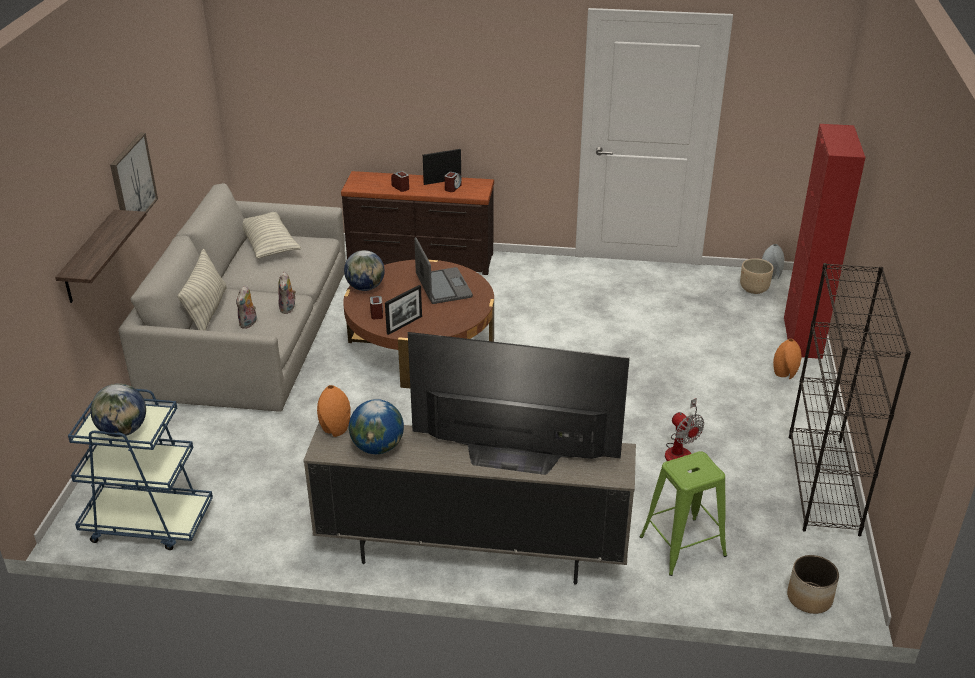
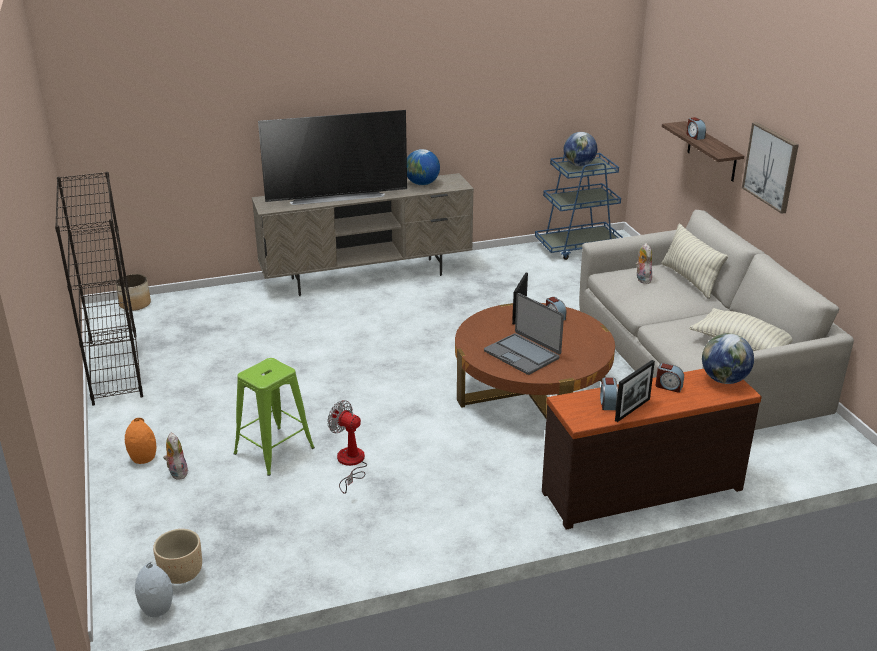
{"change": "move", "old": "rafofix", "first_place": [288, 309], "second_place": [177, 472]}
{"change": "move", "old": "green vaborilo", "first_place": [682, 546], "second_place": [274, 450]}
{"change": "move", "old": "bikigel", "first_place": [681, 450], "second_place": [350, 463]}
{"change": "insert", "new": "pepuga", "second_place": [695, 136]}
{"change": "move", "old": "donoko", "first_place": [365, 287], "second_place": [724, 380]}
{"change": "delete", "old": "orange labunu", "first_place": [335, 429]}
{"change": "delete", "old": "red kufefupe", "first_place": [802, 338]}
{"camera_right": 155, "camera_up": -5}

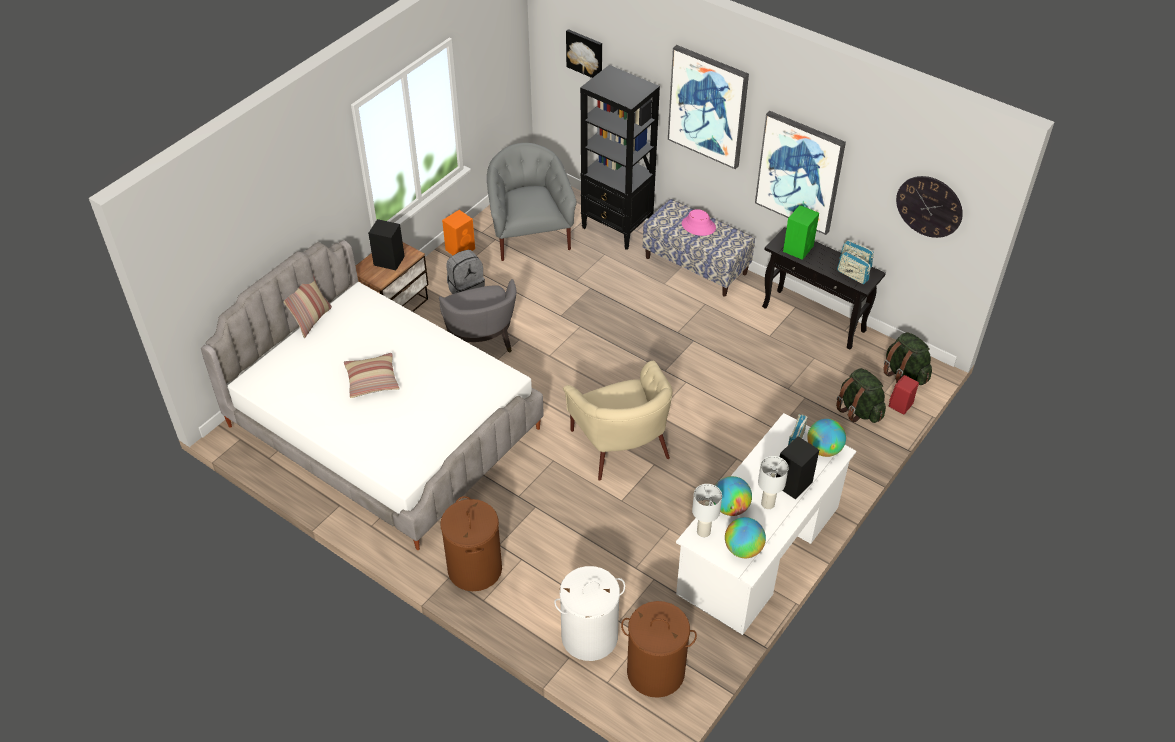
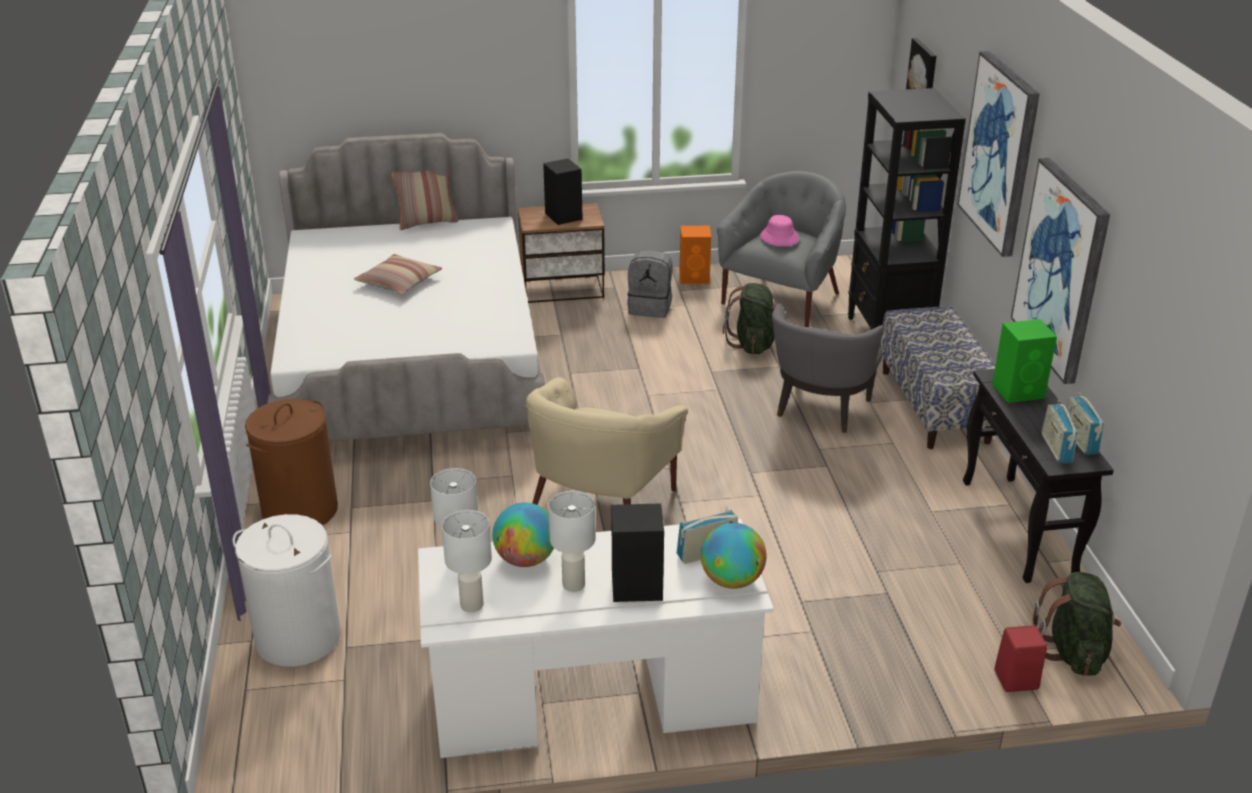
{"change": "replace", "old": "donoko", "new": "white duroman", "first_place": [743, 549], "second_place": [472, 604]}
{"change": "move", "old": "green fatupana", "first_place": [859, 410], "second_place": [753, 344]}
{"change": "move", "old": "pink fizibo", "first_place": [698, 226], "second_place": [779, 238]}
{"change": "move", "old": "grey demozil", "first_place": [481, 343], "second_place": [820, 409]}
{"change": "delete", "old": "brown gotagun", "first_place": [655, 672]}
{"change": "delete", "old": "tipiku", "first_place": [929, 206]}
{"camera_right": 45, "camera_up": -15}

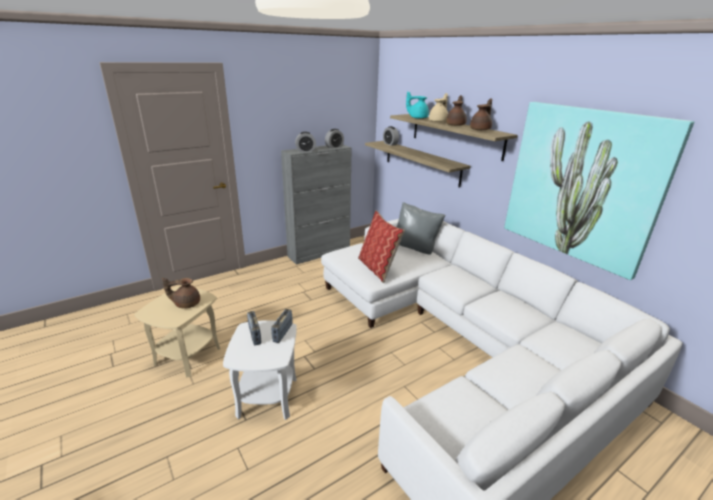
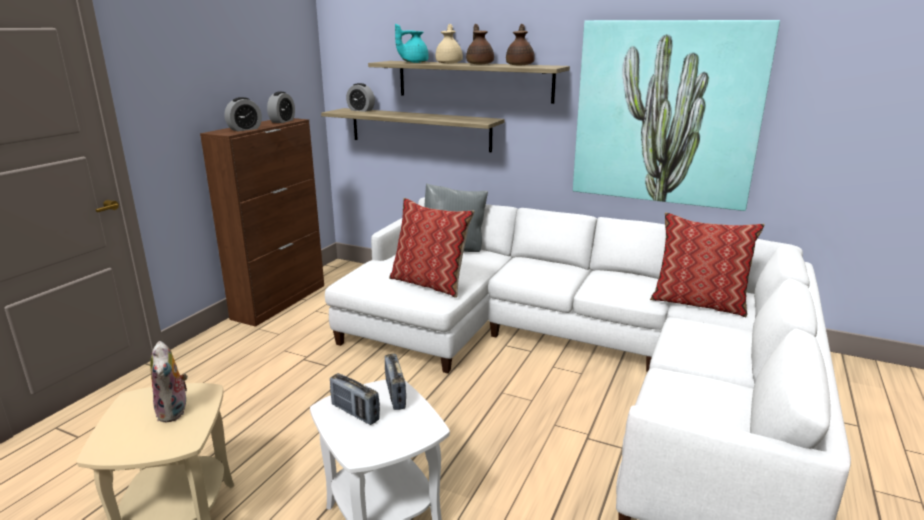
{"change": "replace", "old": "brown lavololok", "new": "rafofix", "first_place": [186, 303], "second_place": [174, 412]}
{"change": "recolor", "old": "grey kufefupe", "new": "brown kufefupe", "first_place": [319, 253], "second_place": [280, 301]}
{"change": "insert", "new": "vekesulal", "second_place": [698, 303]}
{"camera_right": -30, "camera_up": -5}

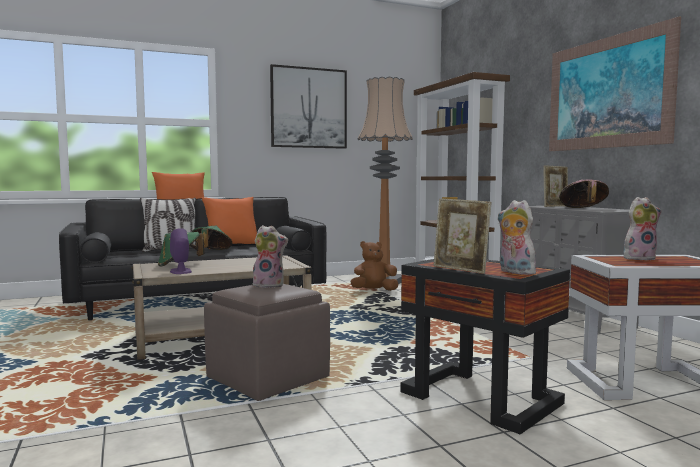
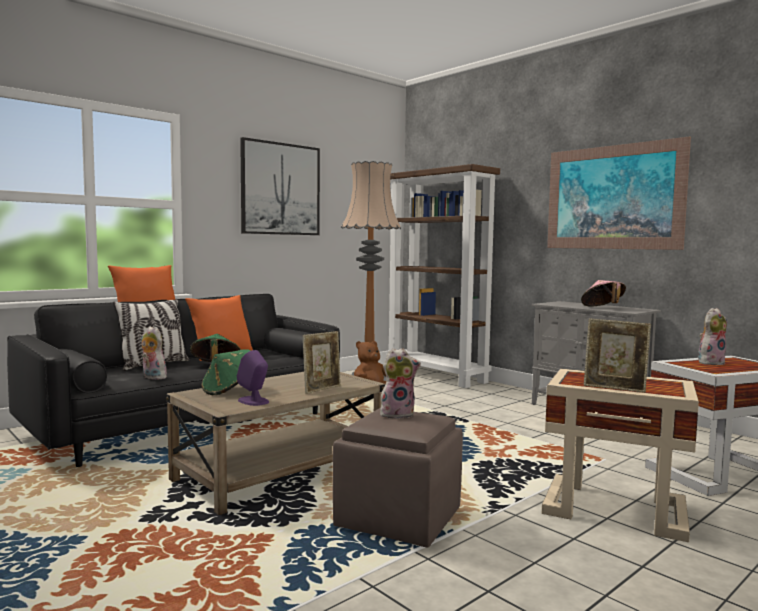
{"change": "move", "old": "rafofix", "first_place": [514, 272], "second_place": [152, 377]}
{"change": "move", "old": "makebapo", "first_place": [555, 206], "second_place": [322, 389]}
{"change": "recolor", "old": "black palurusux", "new": "beige palurusux", "first_place": [481, 398], "second_place": [616, 509]}
{"camera_right": -20, "camera_up": 0}

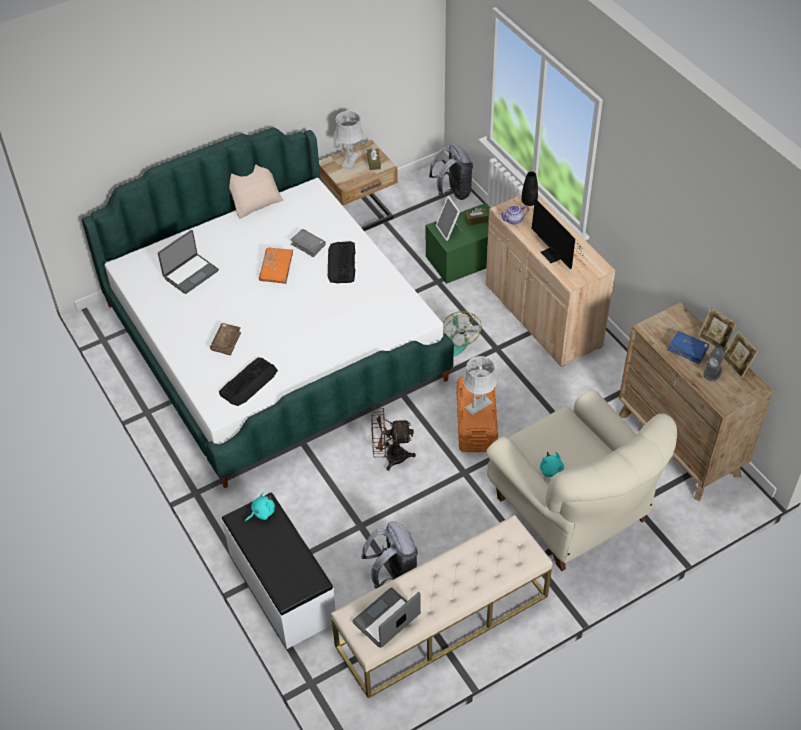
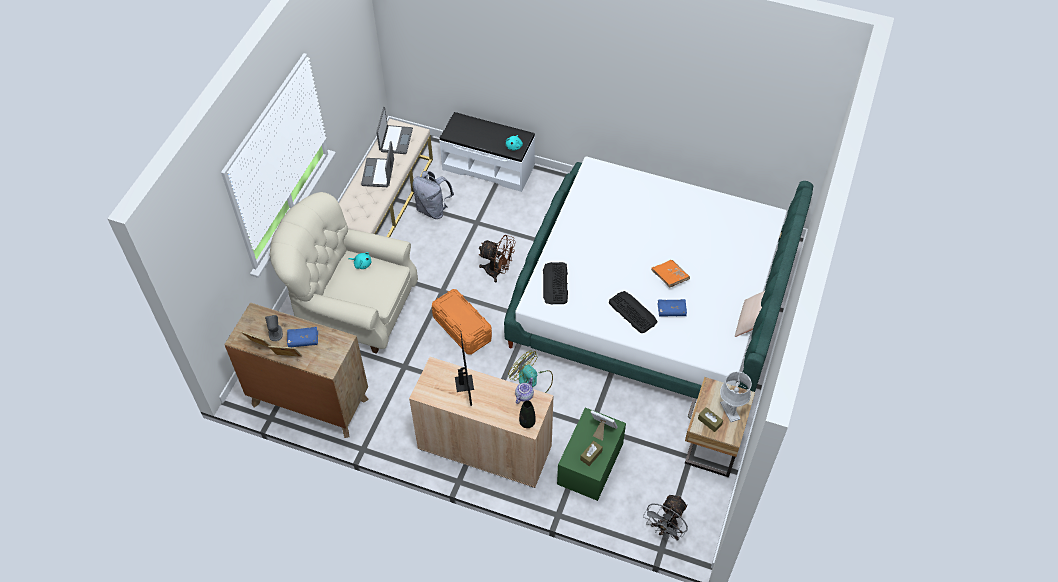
{"change": "move", "old": "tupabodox", "first_place": [190, 274], "second_place": [379, 173]}
{"change": "rotate", "old": "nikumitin", "first_place": [554, 257], "second_place": [464, 380], "degrees": 60}
{"change": "rotate", "old": "brown bikigel", "first_place": [390, 457], "second_place": [498, 271], "degrees": 60}
{"change": "move", "old": "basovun", "first_place": [249, 382], "second_place": [555, 283]}
{"change": "replace", "old": "grey fatupana", "new": "grey bikigel", "first_place": [453, 192], "second_place": [665, 530]}
{"change": "recolor", "old": "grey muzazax", "new": "blue muzazax", "first_place": [308, 245], "second_place": [671, 310]}
{"change": "delete", "old": "brown muzazax", "first_place": [226, 342]}
{"change": "delete", "old": "grey duroman", "first_place": [478, 405]}
{"camera_right": 140, "camera_up": 5}

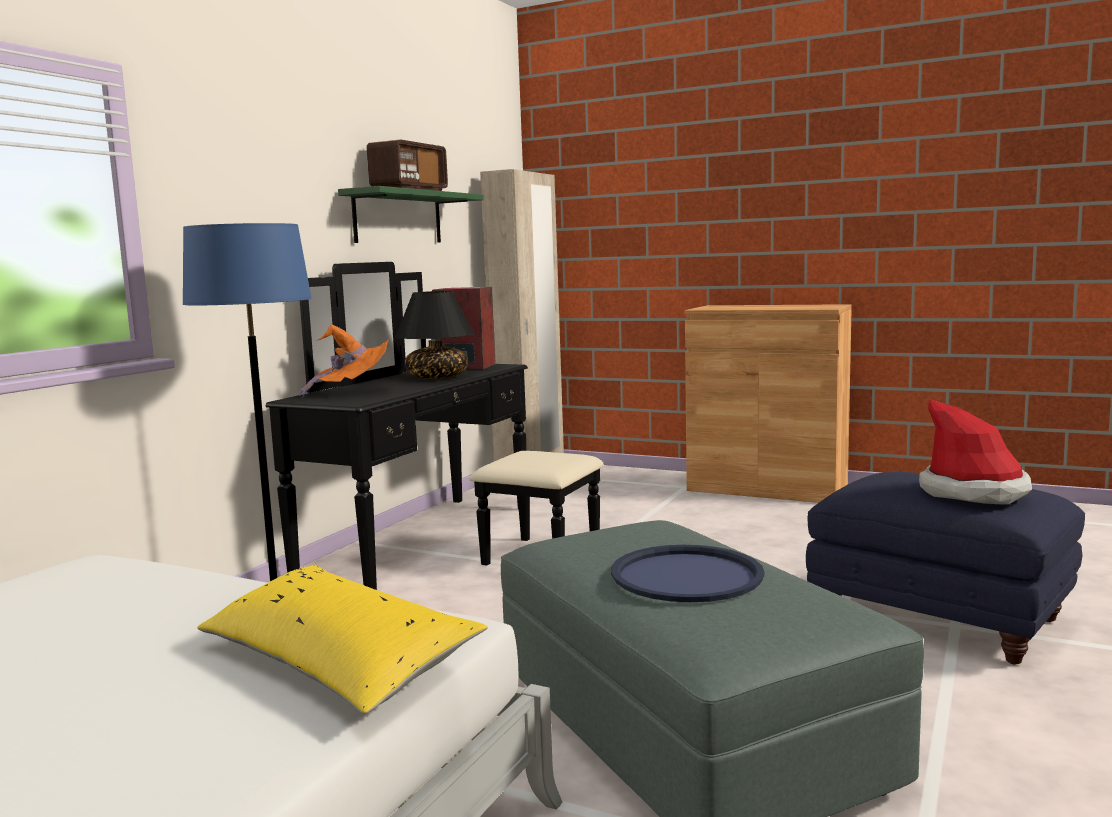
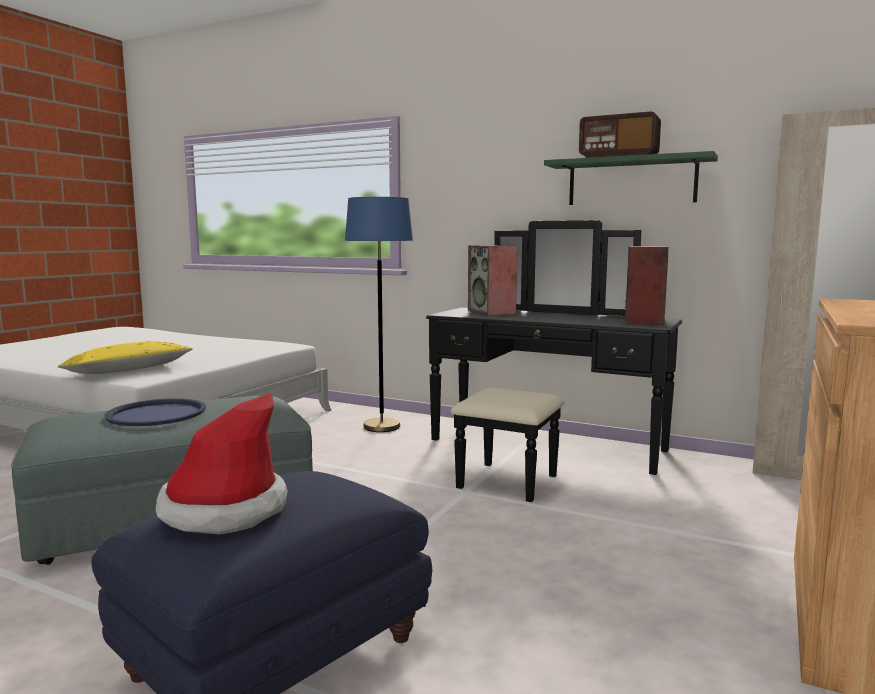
{"change": "replace", "old": "orange fizibo", "new": "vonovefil", "first_place": [352, 392], "second_place": [492, 312]}
{"change": "delete", "old": "black duroman", "first_place": [437, 377]}
{"camera_right": 90, "camera_up": 0}

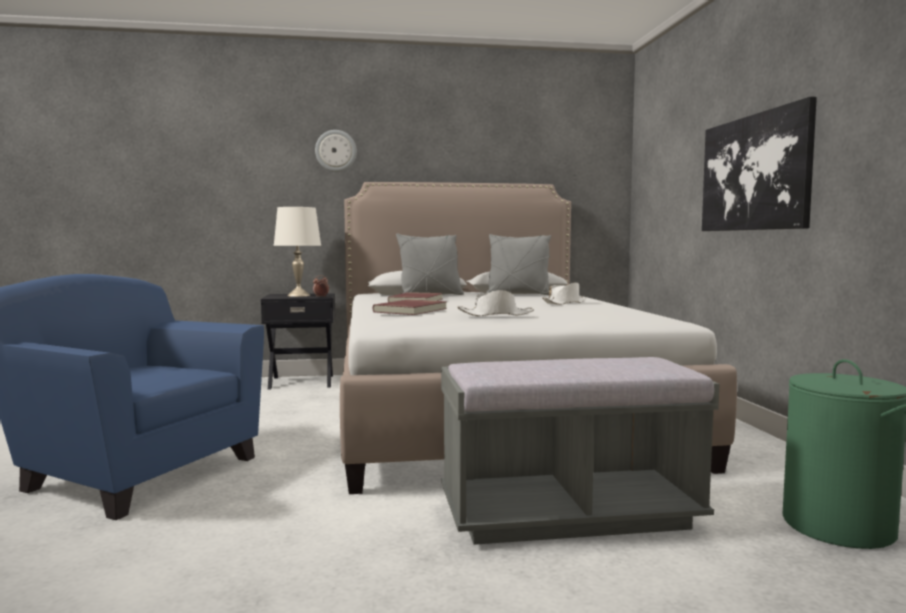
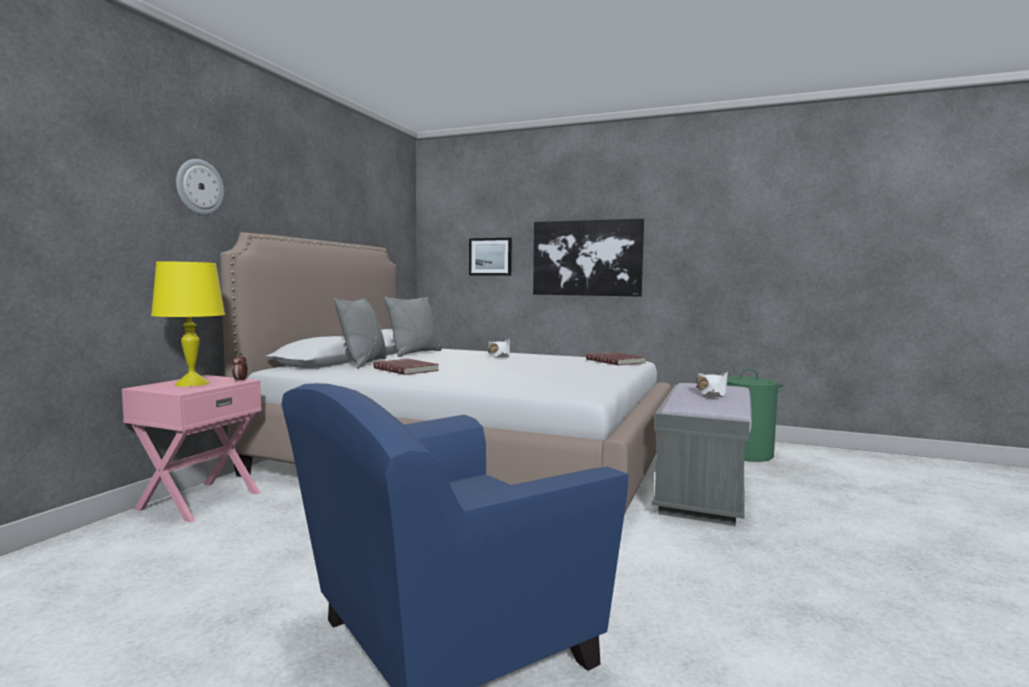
{"change": "recolor", "old": "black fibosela", "new": "pink fibosela", "first_place": [301, 381], "second_place": [198, 500]}
{"change": "recolor", "old": "white duroman", "new": "yellow duroman", "first_place": [298, 295], "second_place": [192, 383]}
{"change": "insert", "new": "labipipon", "second_place": [490, 256]}
{"change": "move", "old": "red muzazax", "first_place": [412, 310], "second_place": [616, 361]}
{"change": "move", "old": "white fizibo", "first_place": [496, 315], "second_place": [711, 393]}
{"camera_right": -60, "camera_up": 0}

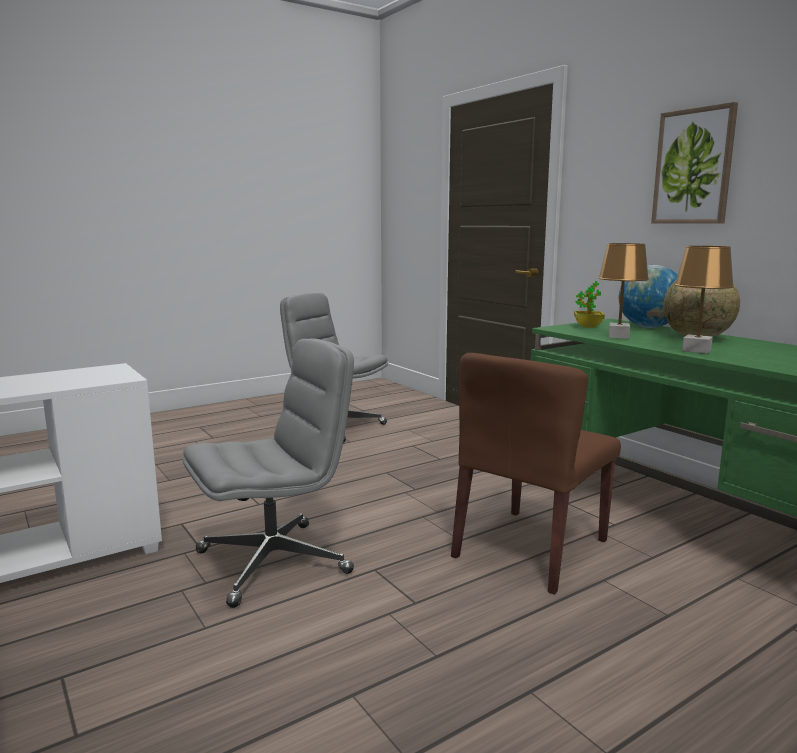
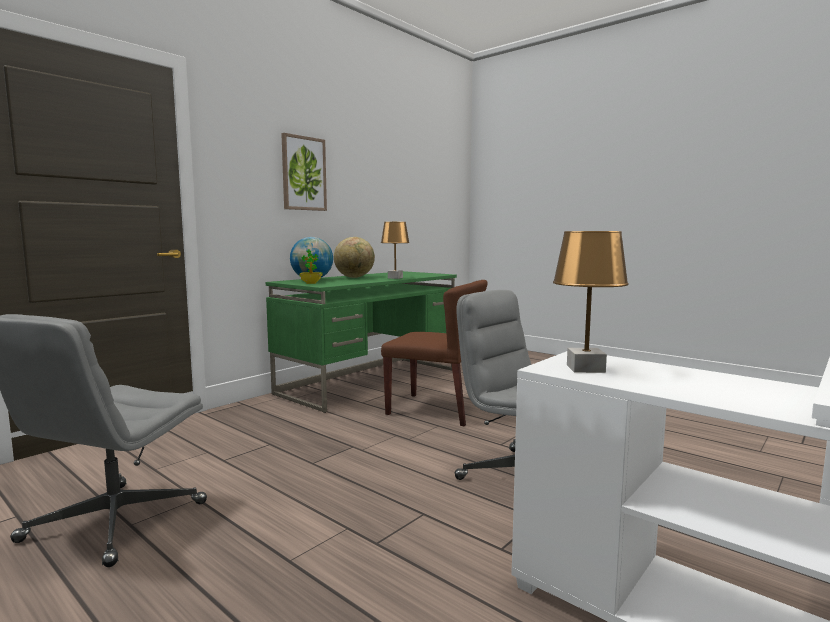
{"change": "move", "old": "brown duroman", "first_place": [618, 336], "second_place": [585, 369]}
{"camera_right": -105, "camera_up": -5}

